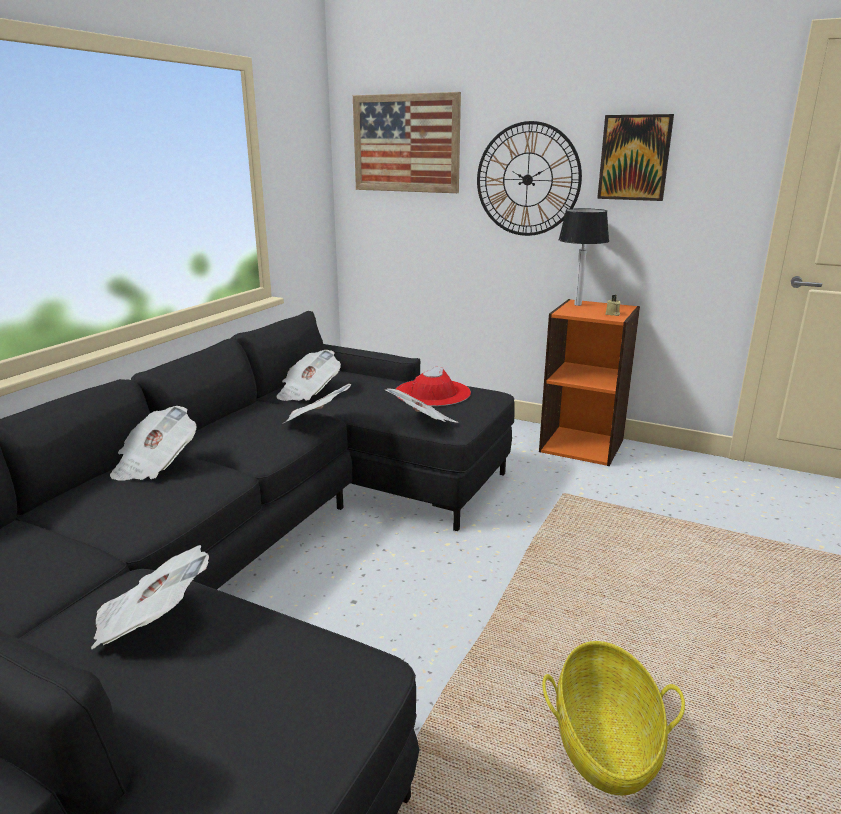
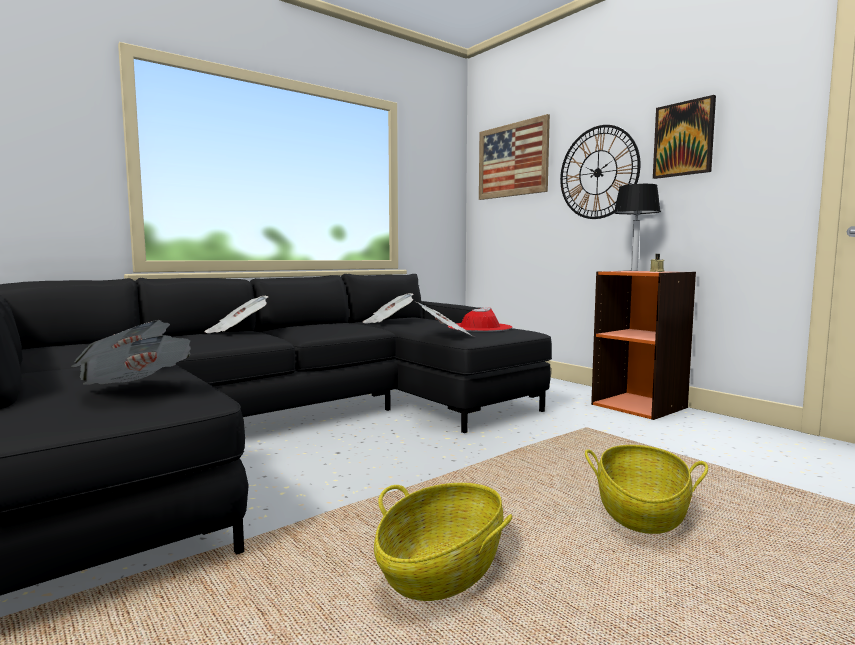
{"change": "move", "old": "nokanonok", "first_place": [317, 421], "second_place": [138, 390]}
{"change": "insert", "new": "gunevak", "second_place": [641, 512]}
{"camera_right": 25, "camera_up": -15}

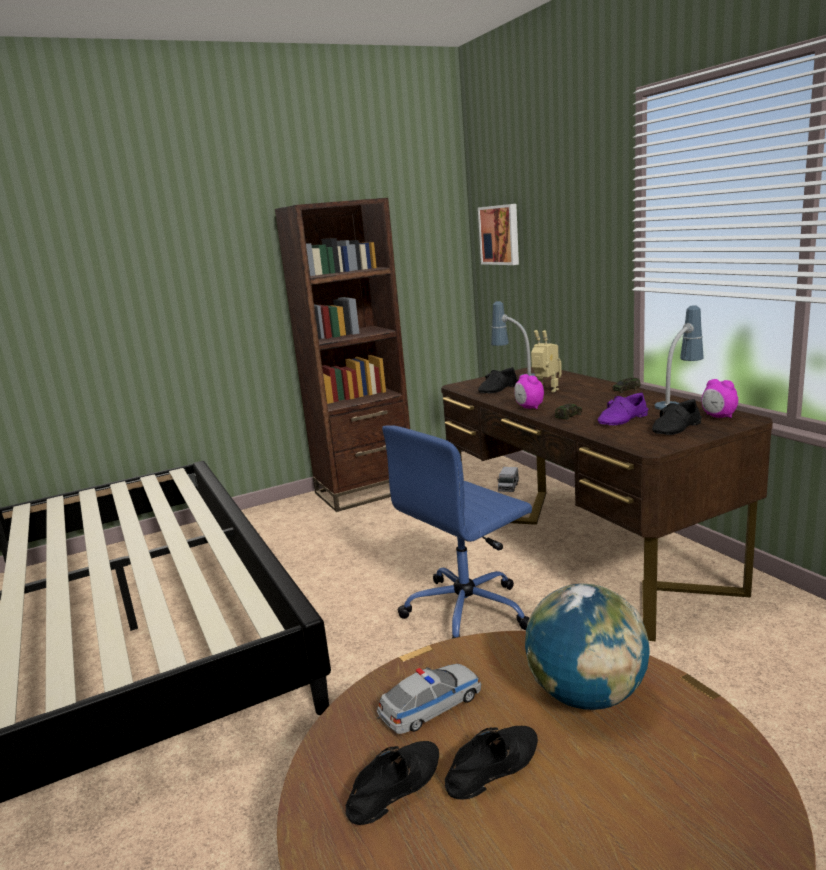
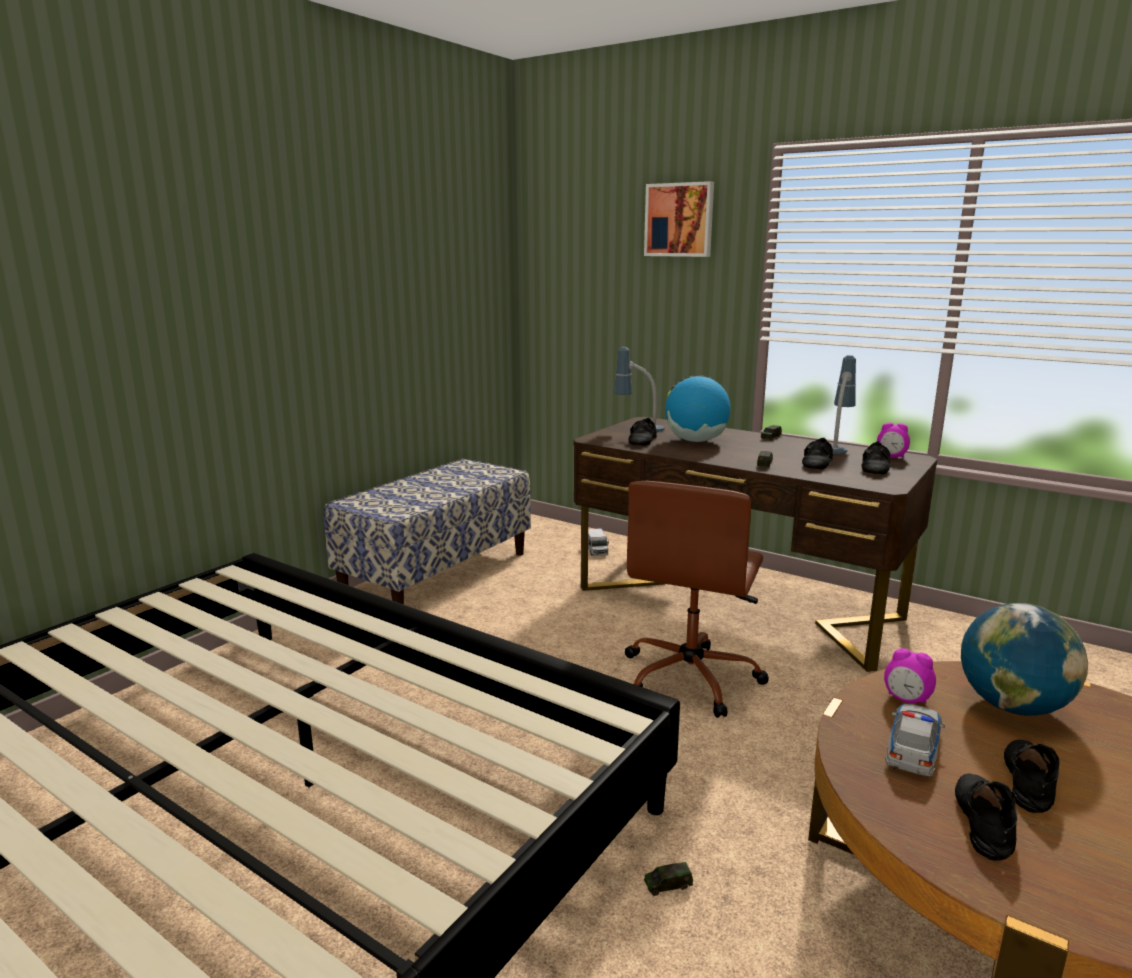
{"change": "replace", "old": "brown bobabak", "new": "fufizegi", "first_place": [365, 491], "second_place": [437, 573]}
{"change": "recolor", "old": "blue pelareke", "new": "brown pelareke", "first_place": [468, 610], "second_place": [691, 677]}
{"change": "move", "old": "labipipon", "first_place": [500, 235], "second_place": [679, 220]}
{"change": "insert", "new": "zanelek", "second_place": [668, 885]}
{"change": "replace", "old": "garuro", "new": "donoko", "first_place": [545, 391], "second_place": [696, 441]}
{"change": "recolor", "old": "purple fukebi", "new": "black fukebi", "first_place": [623, 419], "second_place": [819, 463]}
{"change": "move", "old": "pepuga", "first_place": [529, 408], "second_place": [906, 700]}
{"camera_right": -30, "camera_up": 0}

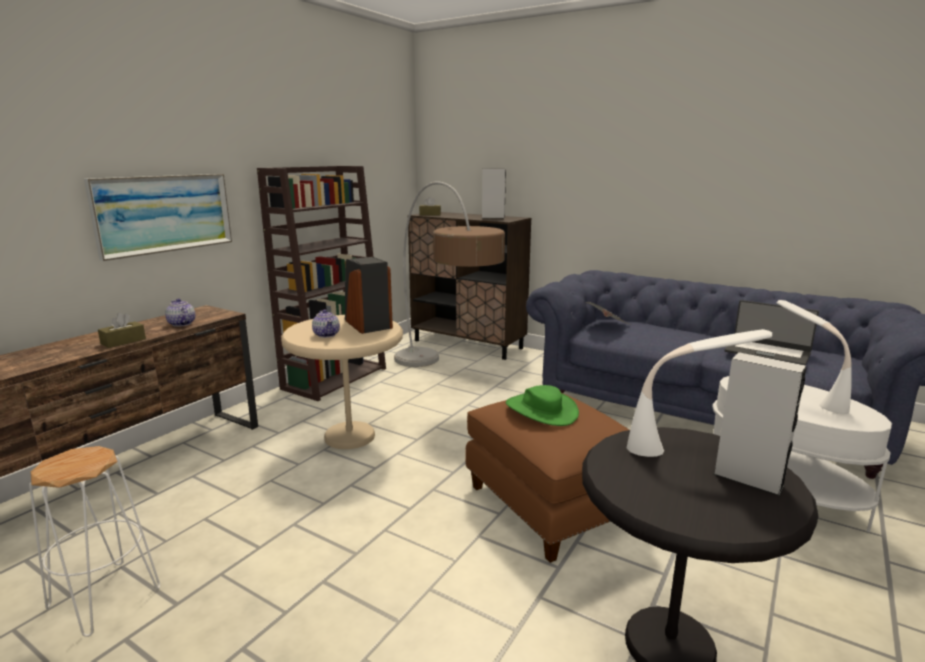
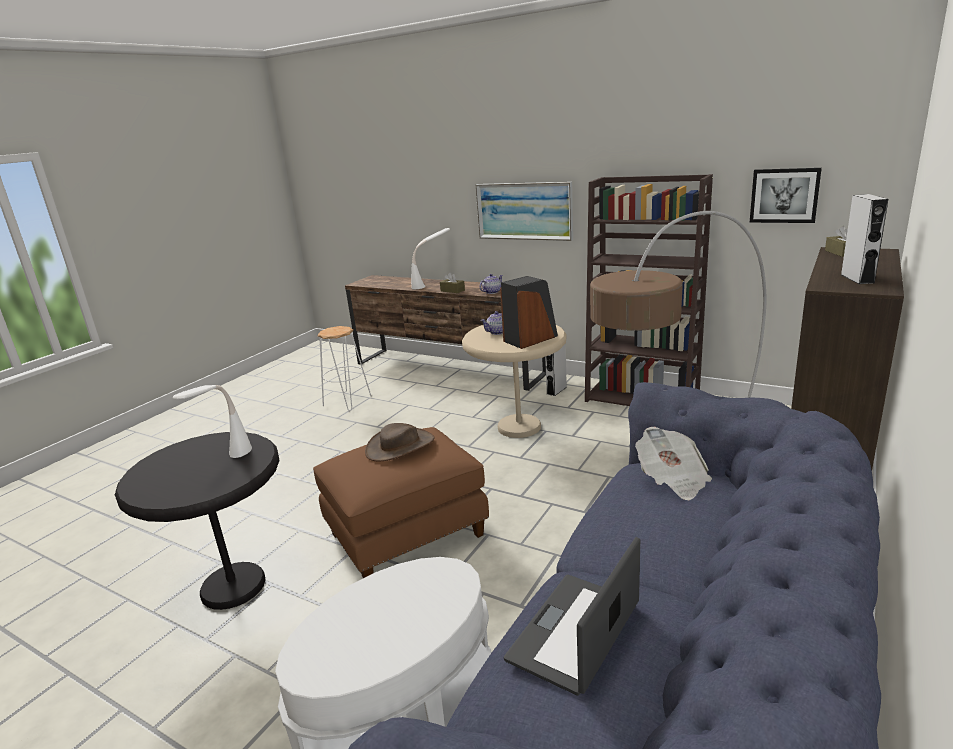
{"change": "recolor", "old": "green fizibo", "new": "brown fizibo", "first_place": [541, 410], "second_place": [400, 446]}
{"change": "move", "old": "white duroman", "first_place": [803, 397], "second_place": [433, 284]}
{"change": "move", "old": "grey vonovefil", "first_place": [748, 479], "second_place": [556, 390]}
{"change": "insert", "new": "labipipon", "second_place": [784, 195]}
{"camera_right": 90, "camera_up": 5}

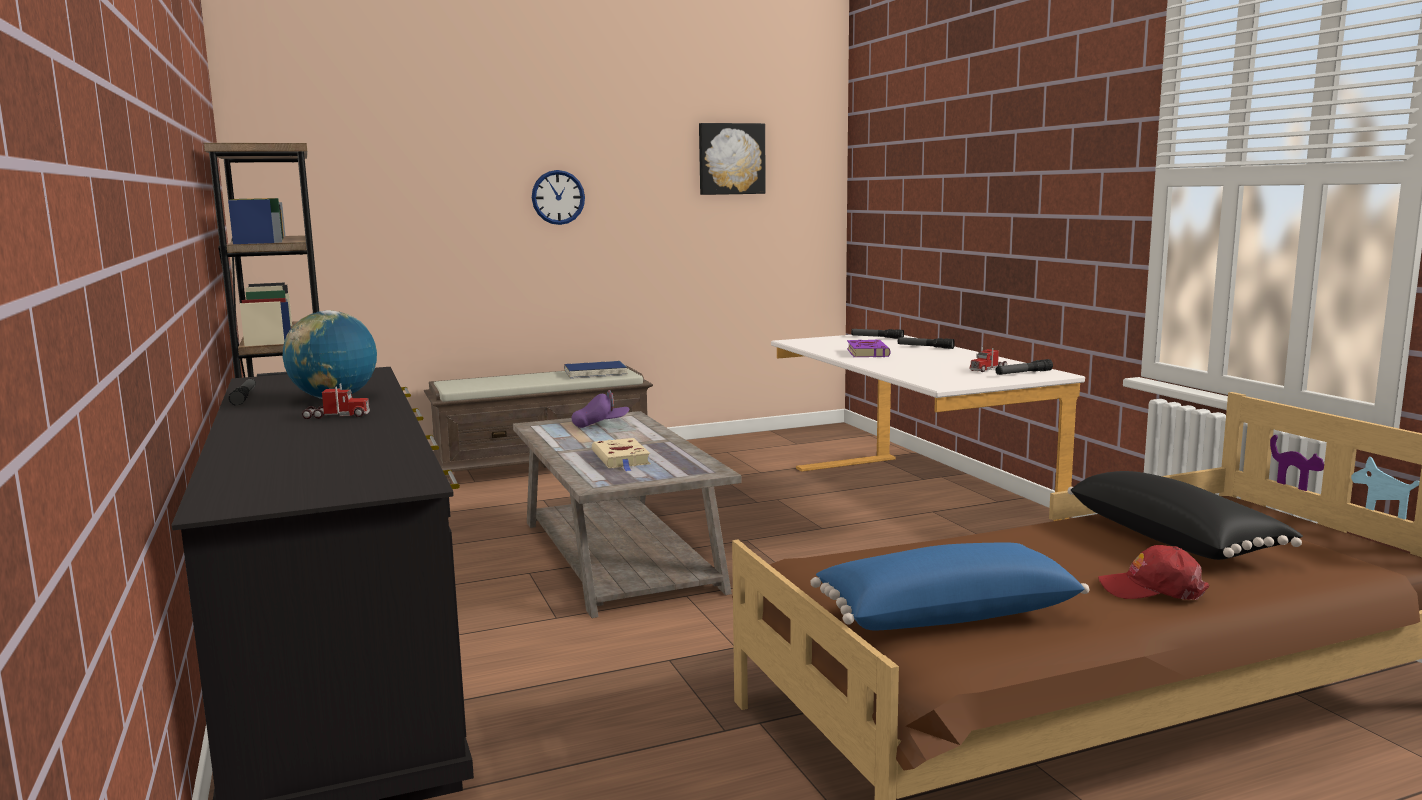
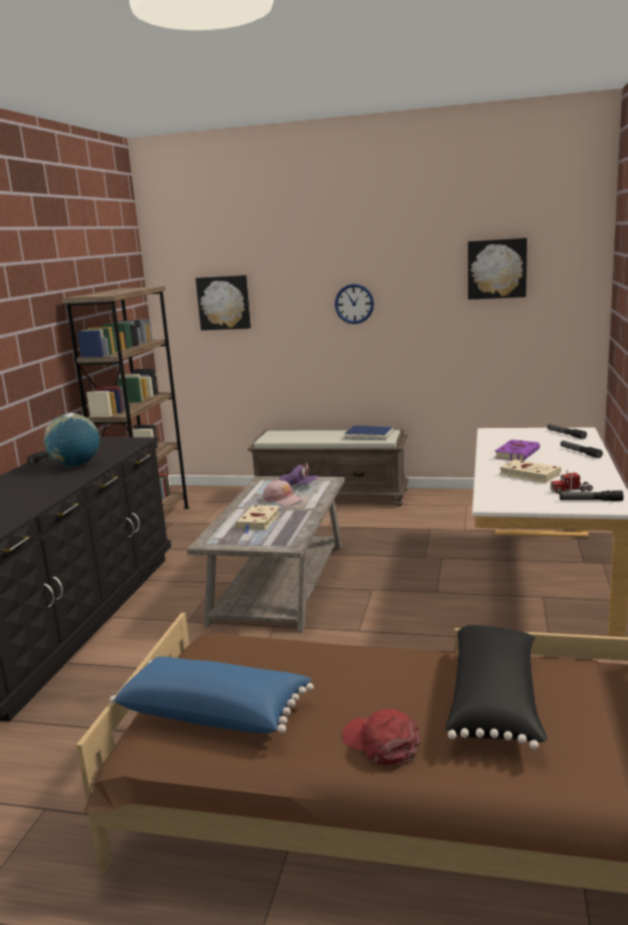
{"change": "insert", "new": "labipipon", "second_place": [224, 302]}
{"change": "insert", "new": "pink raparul", "second_place": [283, 499]}
{"change": "insert", "new": "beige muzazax", "second_place": [527, 474]}
{"change": "delete", "old": "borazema", "first_place": [336, 416]}
{"camera_right": 35, "camera_up": 5}

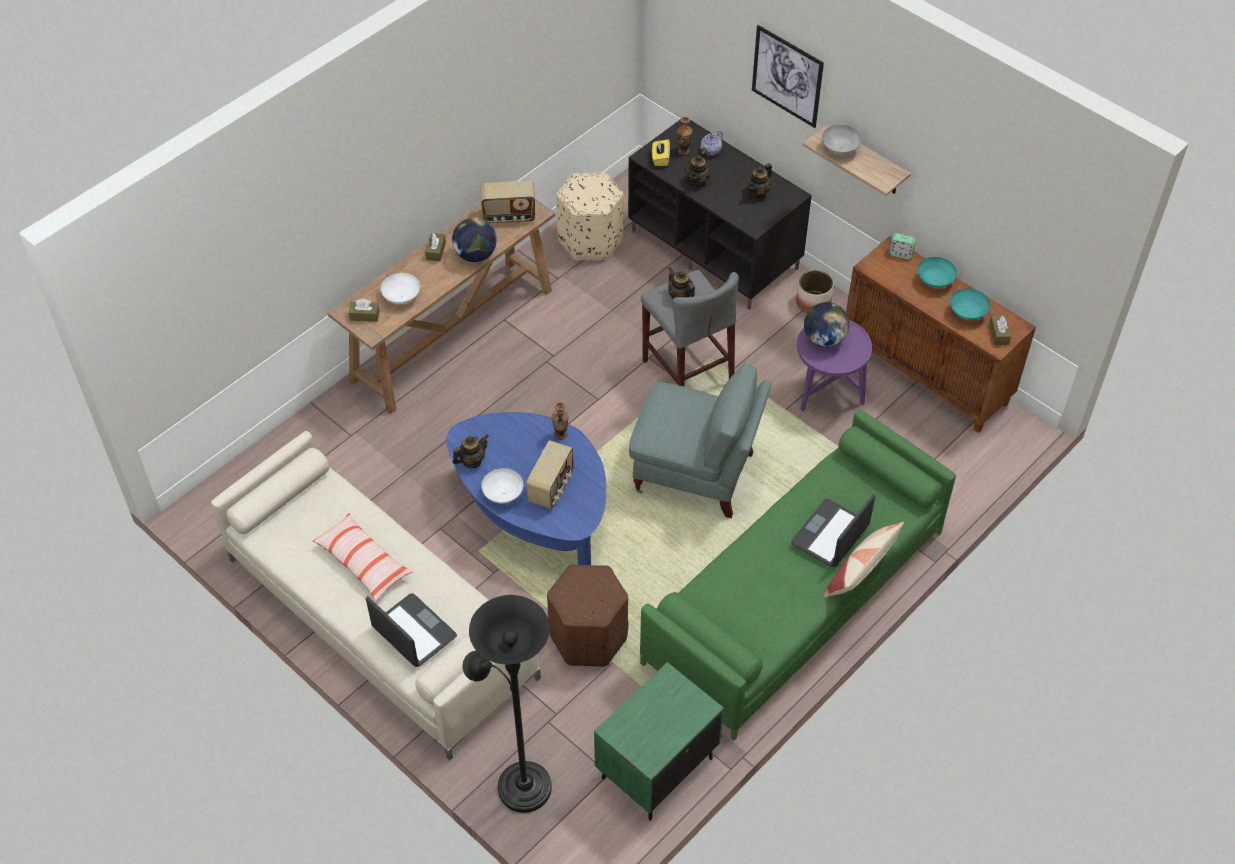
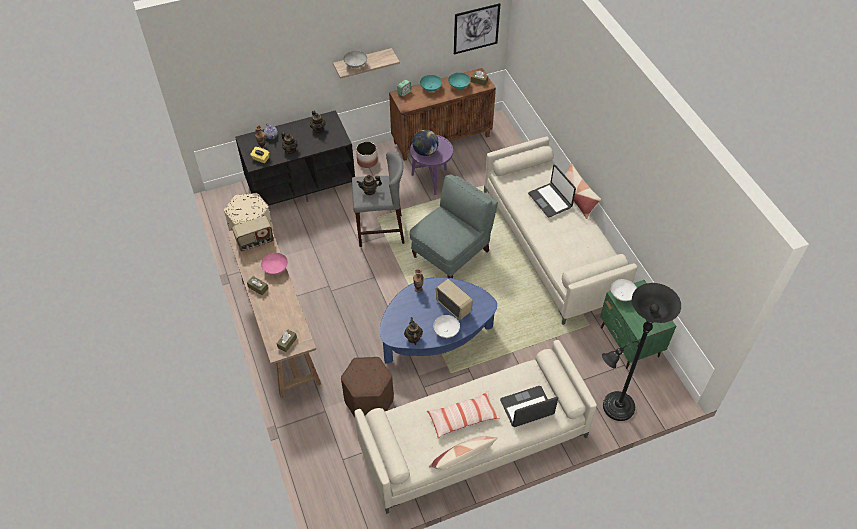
{"change": "rotate", "old": "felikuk", "first_place": [509, 216], "second_place": [255, 242], "degrees": 45}
{"change": "replace", "old": "donoko", "new": "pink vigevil", "first_place": [476, 255], "second_place": [276, 269]}
{"change": "move", "old": "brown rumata", "first_place": [588, 637], "second_place": [369, 401]}
{"change": "insert", "new": "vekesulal", "second_place": [462, 458]}
{"change": "move", "old": "labipipon", "first_place": [787, 76], "second_place": [476, 28]}
{"change": "recolor", "old": "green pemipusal", "new": "beige pemipusal", "first_place": [794, 598], "second_place": [551, 245]}
{"change": "move", "old": "white vigevil", "first_place": [401, 297], "second_place": [621, 295]}
{"camera_right": -65, "camera_up": 0}

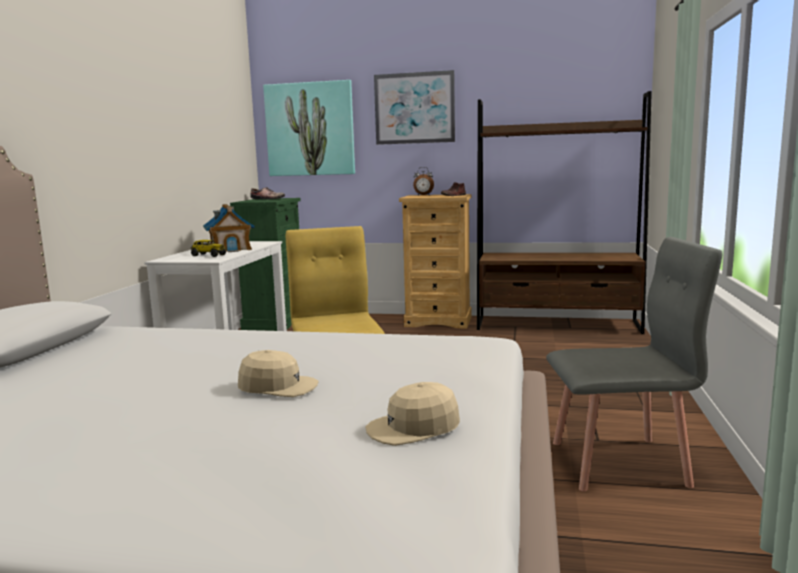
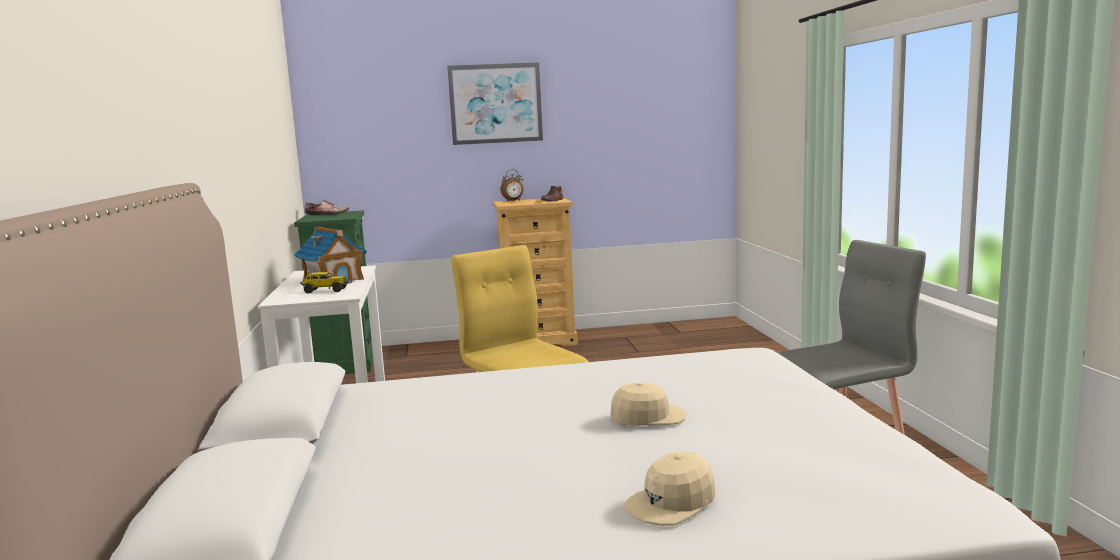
{"change": "move", "old": "beige raparul", "first_place": [414, 428], "second_place": [672, 503]}
{"change": "delete", "old": "labipipon", "first_place": [310, 129]}
{"change": "delete", "old": "brown bobabak", "first_place": [557, 325]}
{"camera_right": -20, "camera_up": 0}

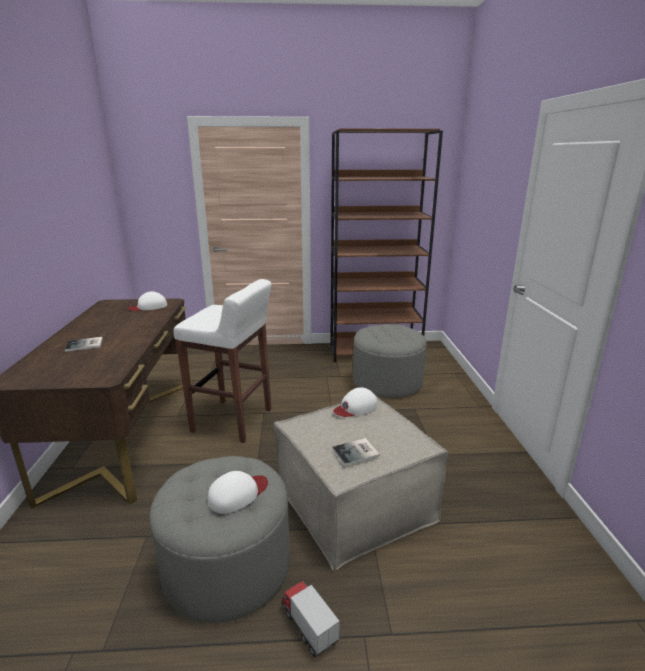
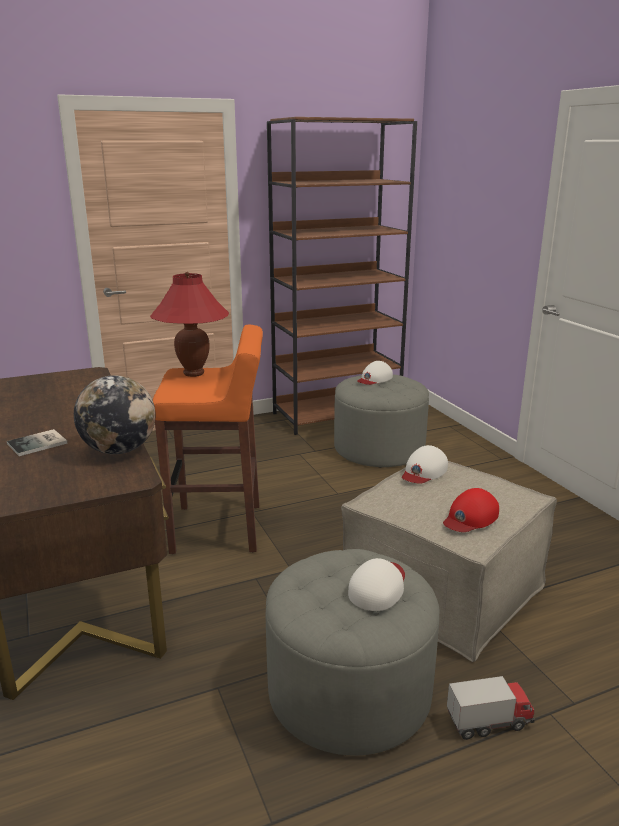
{"change": "insert", "new": "donoko", "second_place": [119, 450]}
{"change": "insert", "new": "red duroman", "second_place": [193, 373]}
{"change": "recolor", "old": "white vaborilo", "new": "orange vaborilo", "first_place": [233, 421], "second_place": [219, 529]}
{"change": "move", "old": "white raparul", "first_place": [148, 307], "second_place": [374, 379]}
{"change": "replace", "old": "muzazax", "new": "red raparul", "first_place": [357, 452], "second_place": [470, 517]}
{"change": "rotate", "old": "borazema", "first_place": [309, 626], "second_place": [489, 722], "degrees": 135}
{"camera_right": -20, "camera_up": 0}

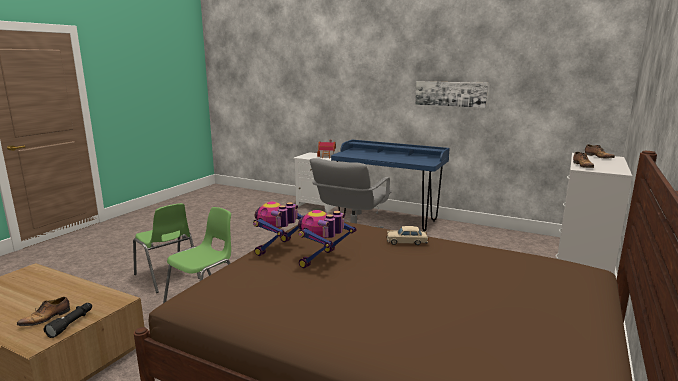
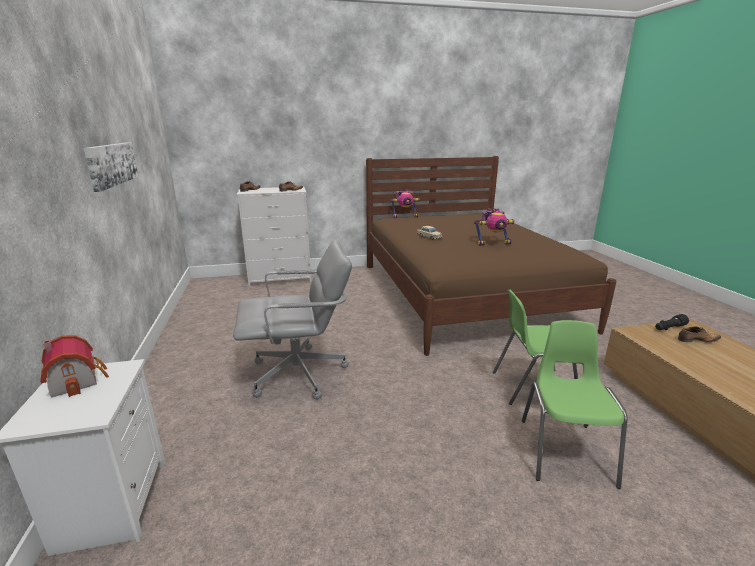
{"change": "move", "old": "garuro", "first_place": [278, 249], "second_place": [404, 216]}
{"change": "delete", "old": "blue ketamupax", "first_place": [387, 219]}
{"camera_right": -130, "camera_up": 5}

